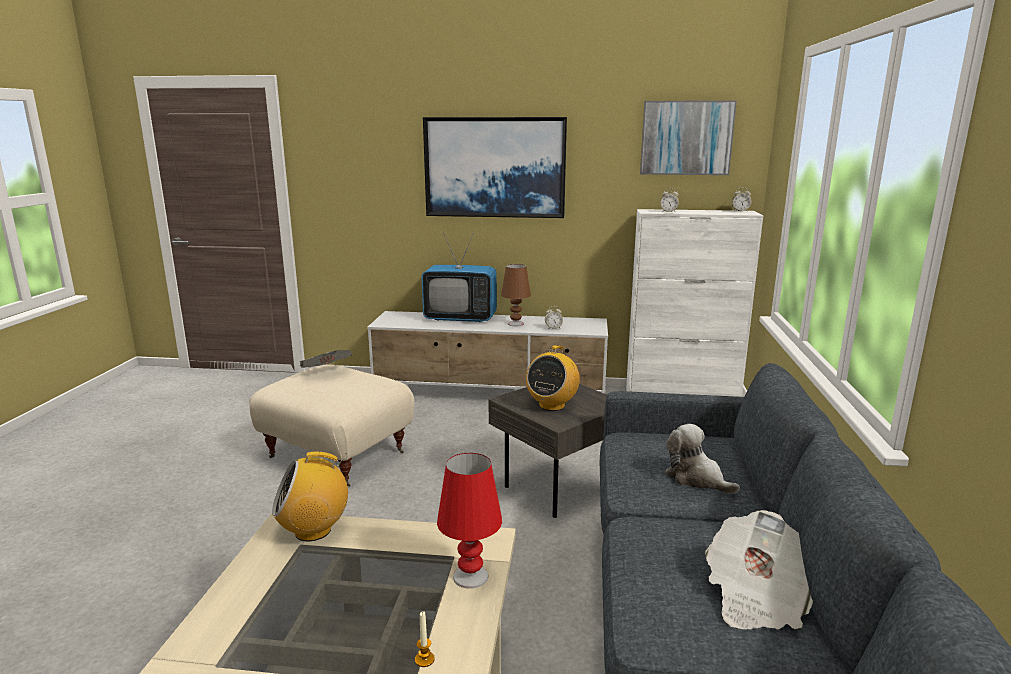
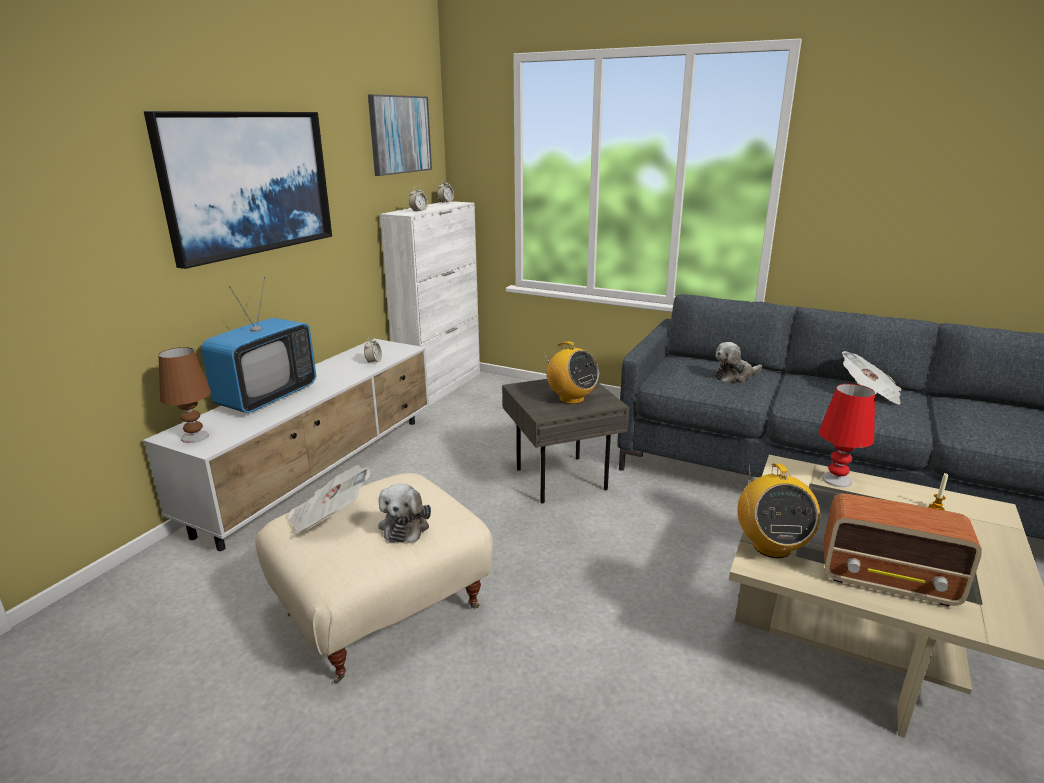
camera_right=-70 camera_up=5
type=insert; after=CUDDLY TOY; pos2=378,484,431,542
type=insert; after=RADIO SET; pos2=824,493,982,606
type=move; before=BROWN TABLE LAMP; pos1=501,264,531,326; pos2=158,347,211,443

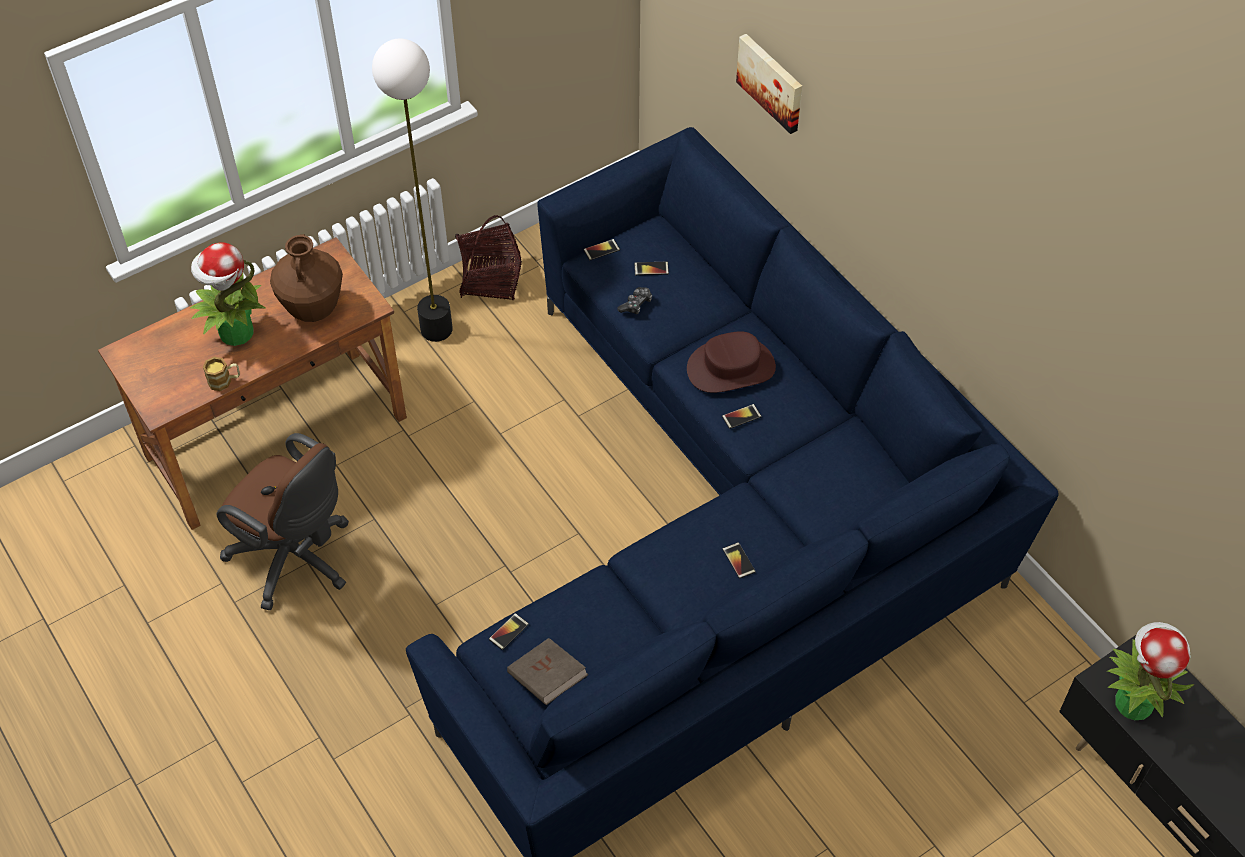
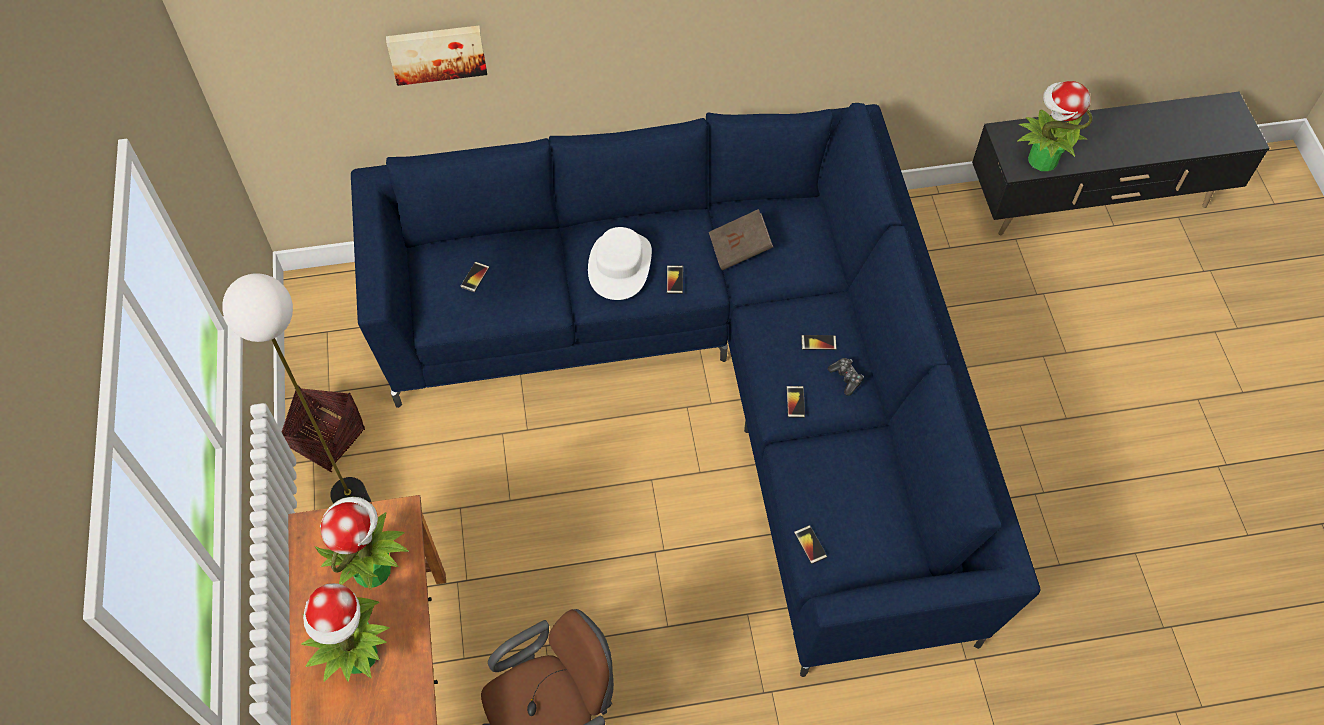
camera_right=-65 camera_up=5
type=delete; before=TEA MUG; pos1=202,357,240,391
type=move; before=BROWN BOUND BOOK; pos1=507,638,588,705; pos2=709,209,773,270
type=move; before=TELEPHONE; pos1=583,239,620,260; pos2=786,386,805,418
type=move; before=GAME CONTROLLER; pos1=617,287,652,314; pos2=828,358,864,396
type=replace; before=BROWN VASE; after=POTTED PLANT; pos1=270,234,343,322; pos2=314,497,409,590
type=recolor; before=BROWN WEARABLE HAT; after=WHITE-COLOURED WEARABLE HAT; pos1=687,331,776,393; pos2=588,227,652,300

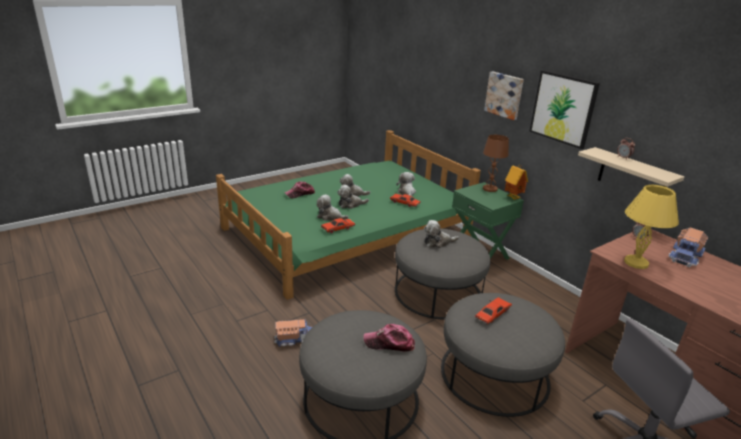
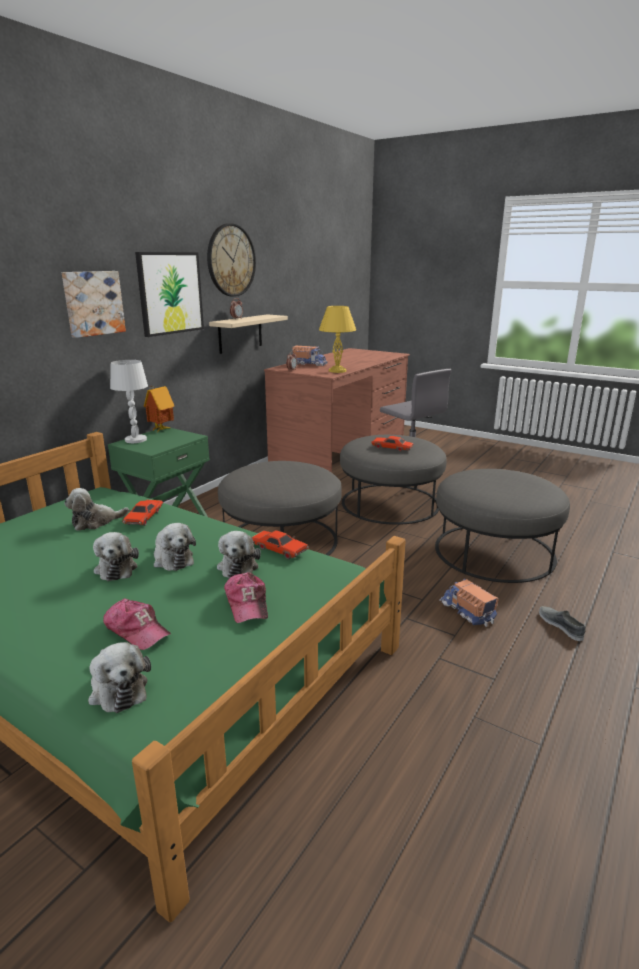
camera_right=-110 camera_up=-5
type=insert; after=HANGING CLOCK; pos2=207,223,256,297
type=insert; after=GREYISH LOW SHOE; pos2=539,606,586,641
type=move; before=PEAKED CAP; pos1=363,324,415,352; pos2=224,572,268,623
type=move; before=CUDDLY TOY; pos1=424,220,459,248; pos2=88,642,151,713
type=recolor; before=BROWN TABLE LAMP; after=WHITE-COLOURED TABLE LAMP; pos1=483,135,509,192; pos2=110,360,148,443

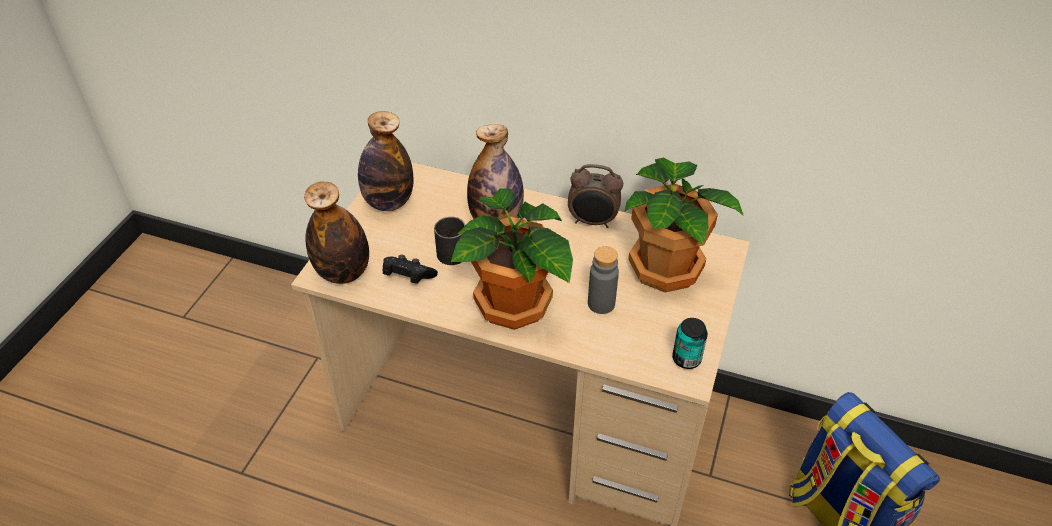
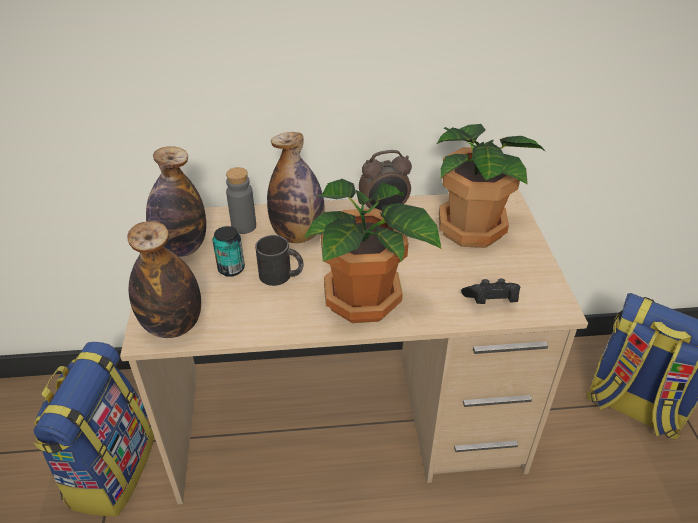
camera_right=-25 camera_up=-5
type=insert; after=KNAPSACK; pos2=33,342,154,517
type=move; before=BLACKISH GAME CONTROLLER; pos1=383,255,438,284; pos2=461,278,520,304
type=move; before=GREYISH BEVERAGE BOTTLE; pos1=588,246,619,314; pos2=226,167,256,234
type=move; before=METAL CAN; pos1=672,318,708,369; pos2=212,226,245,277

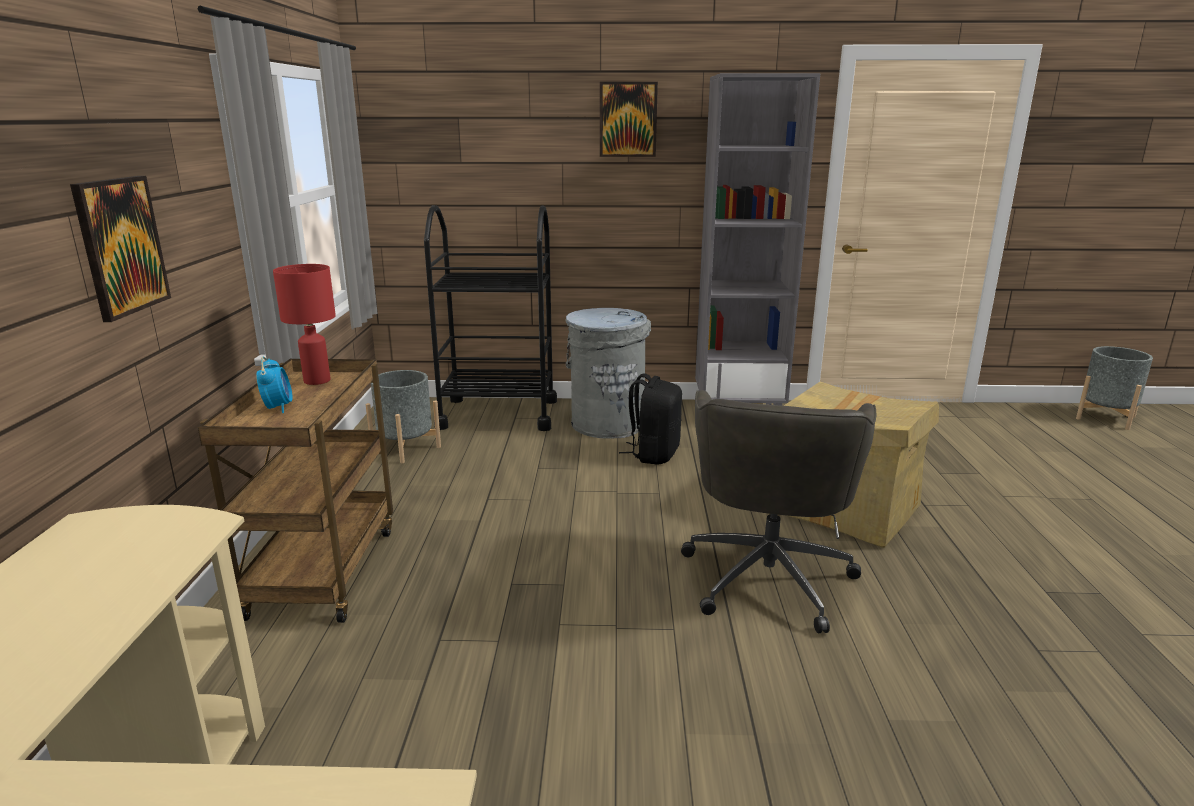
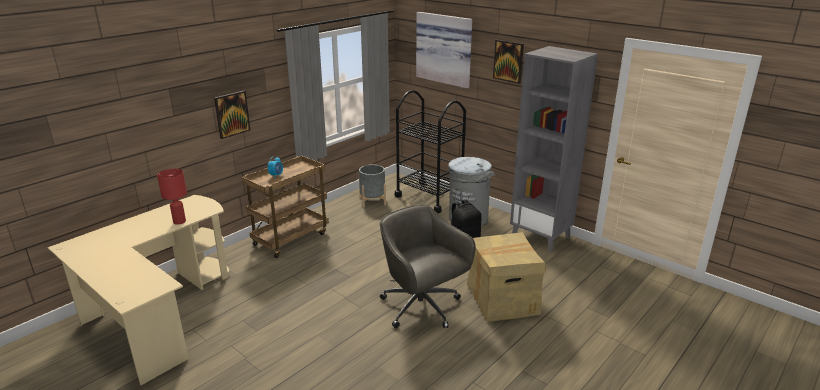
camera_right=40 camera_up=5
type=delete; before=GREYISH FLOWER POT; pos1=1076,346,1153,430
type=insert; after=WALL PICTURE; pos2=416,12,472,88
type=move; before=RED-COLOURED TABLE LAMP; pos1=273,264,336,385; pos2=157,169,187,225
type=rotate; before=GREYISH DESK CHAIR; pos1=681,390,876,633; pos2=380,205,476,328; turn=90

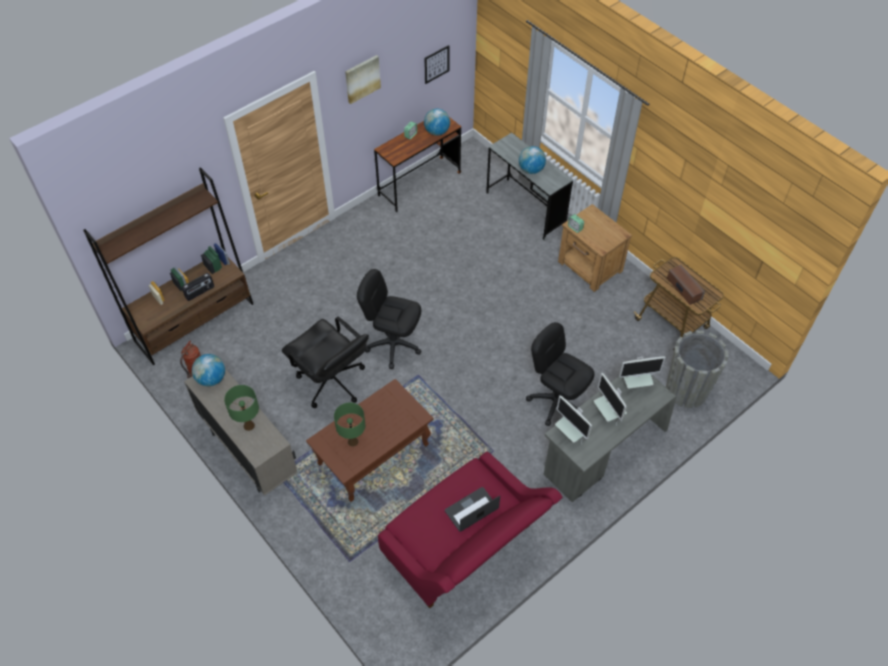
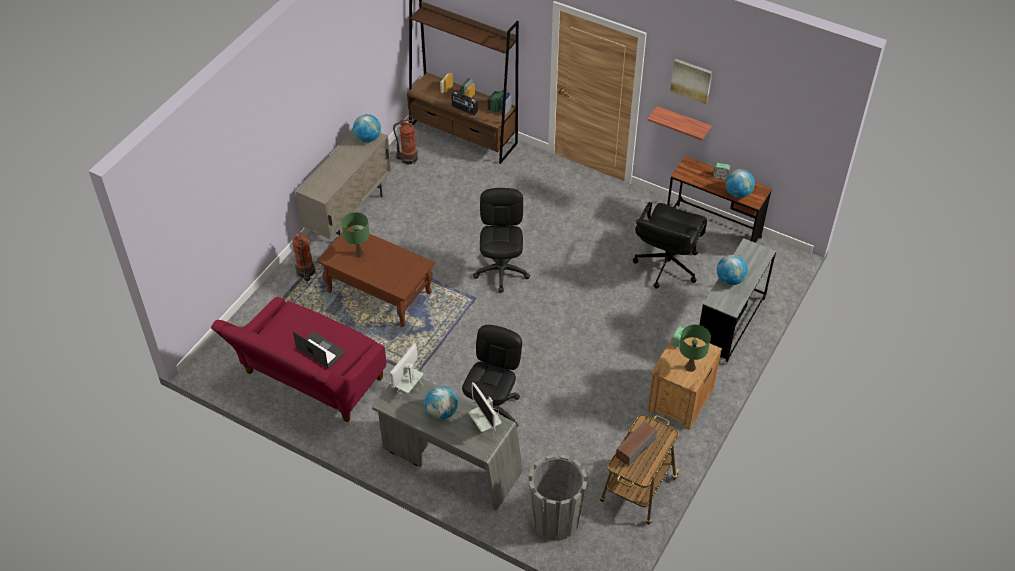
camera_right=70 camera_up=-5
type=delete; before=WALL PICTURE; pos1=424,45,450,84
type=insert; after=FIRE EXTINGUISHER; pos2=292,229,316,281
type=insert; after=SHELF; pos2=647,106,711,140
type=move; before=GREEN-COLOURED TABLE LAMP; pos1=224,385,259,431; pos2=679,325,711,372
type=move; before=BLACKISH DESK CHAIR; pos1=282,317,369,408; pos2=633,202,707,289
type=replace; before=COMPUTER SCREEN; after=GLOBE; pos1=594,373,627,426; pos2=424,386,458,420

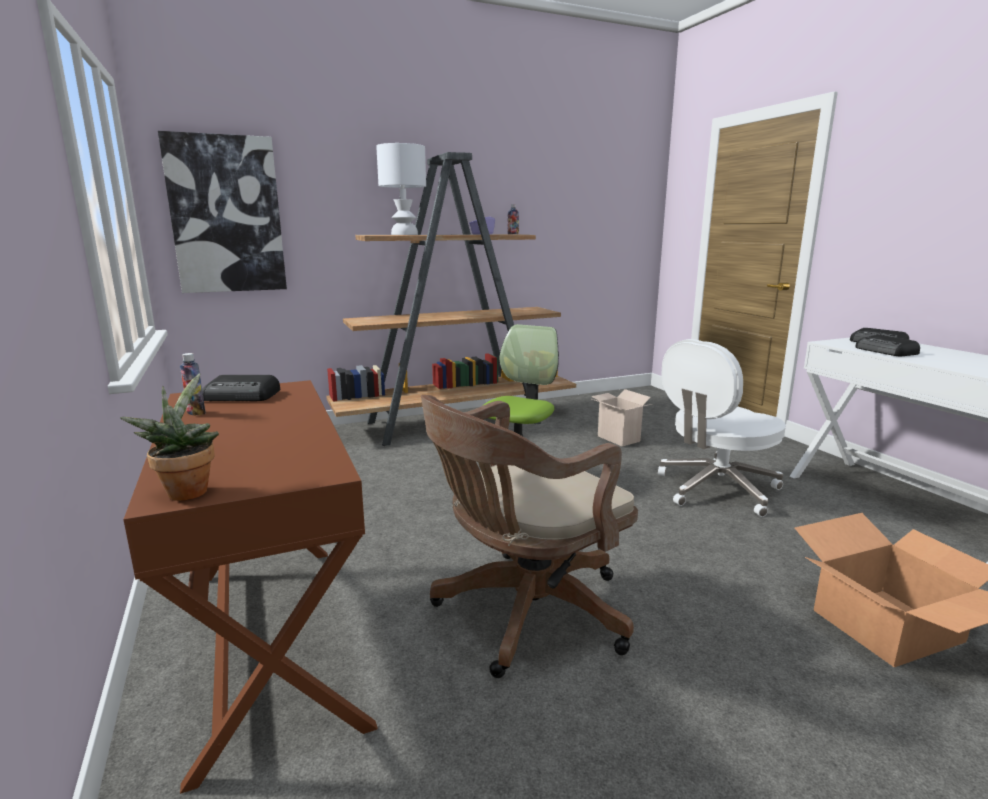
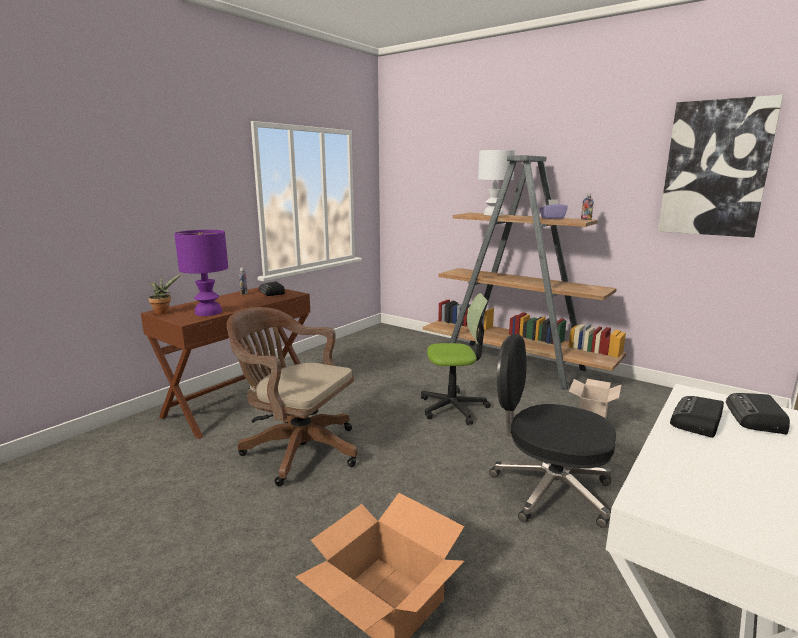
camera_right=60 camera_up=0
type=insert; after=PURPLE-COLOURED TABLE LAMP; pos2=174,230,228,316
type=move; before=WALL PICTURE; pos1=158,131,287,293; pos2=658,95,783,238
type=recolor; before=WHITE-COLOURED DESK CHAIR; after=BLACKISH DESK CHAIR; pos1=658,339,786,517; pos2=489,334,616,528

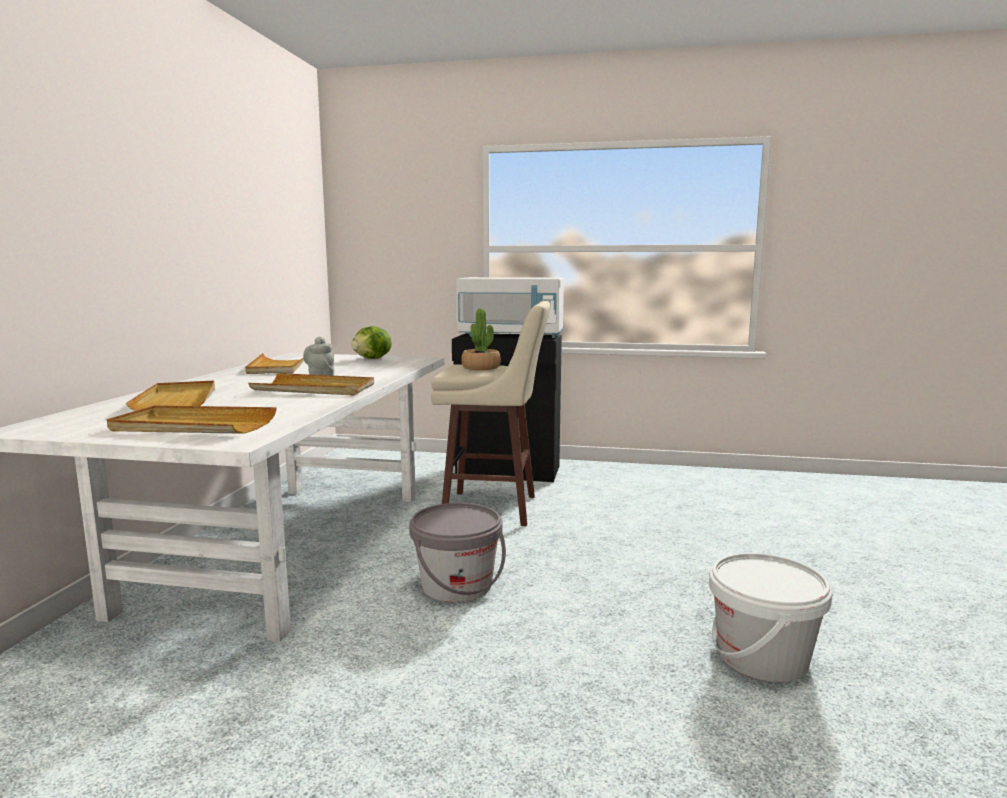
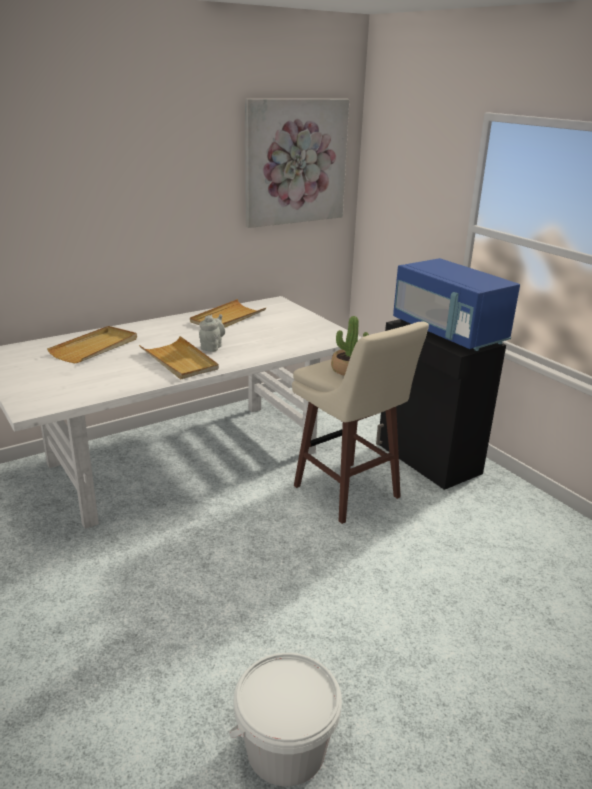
camera_right=45 camera_up=15
type=delete; before=BEIGE-COLOURED TRAY; pos1=107,405,277,434
type=delete; before=LETTUCE HEAD; pos1=351,326,392,359
type=delete; before=GREYISH PAIL; pos1=409,503,506,602
type=insert; after=WALL PICTURE; pos2=245,99,349,228
type=recolor; before=WHITE-COLOURED MICROWAVE OVEN; after=BLUE MICROWAVE OVEN; pos1=456,277,564,338; pos2=393,258,520,351

